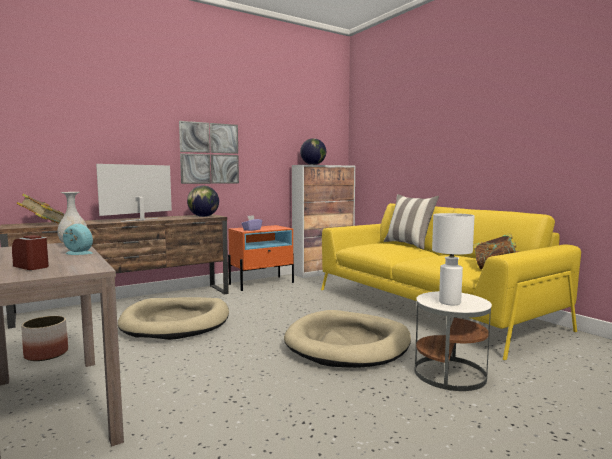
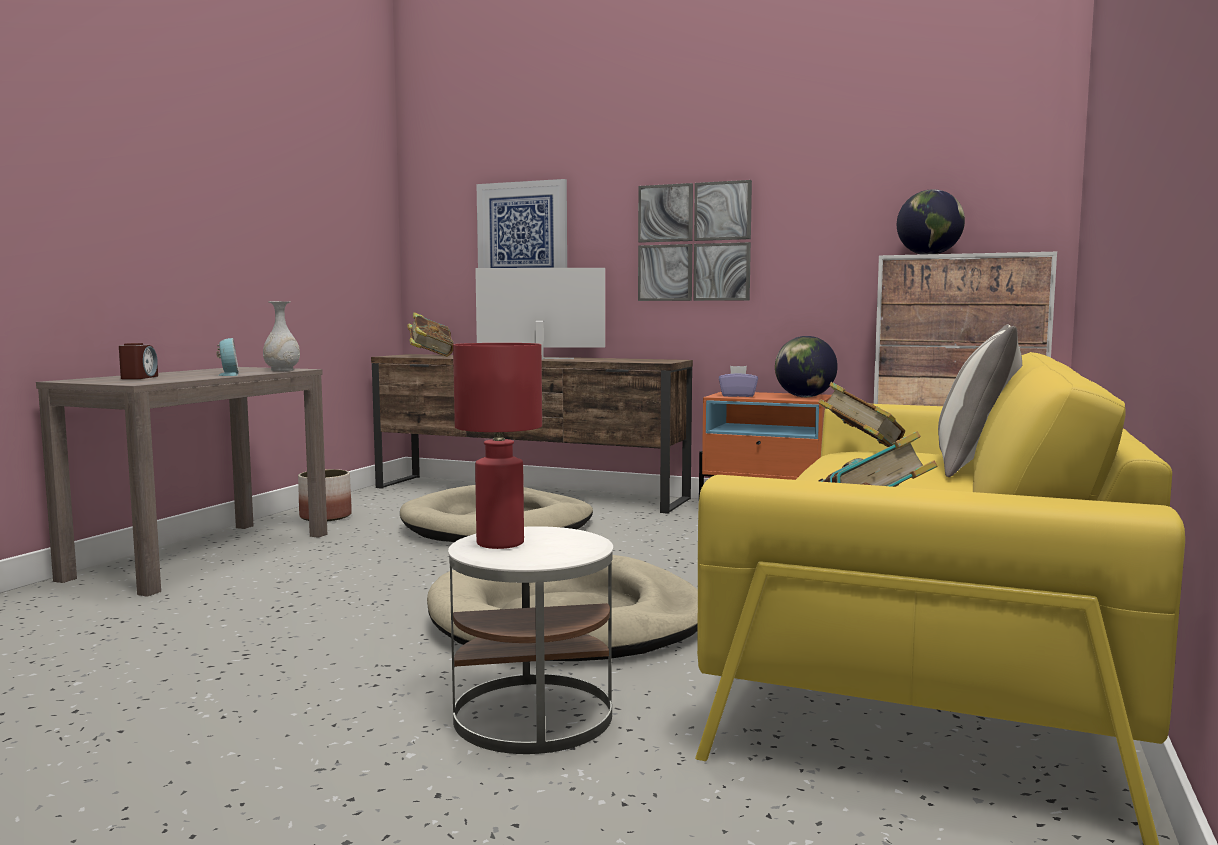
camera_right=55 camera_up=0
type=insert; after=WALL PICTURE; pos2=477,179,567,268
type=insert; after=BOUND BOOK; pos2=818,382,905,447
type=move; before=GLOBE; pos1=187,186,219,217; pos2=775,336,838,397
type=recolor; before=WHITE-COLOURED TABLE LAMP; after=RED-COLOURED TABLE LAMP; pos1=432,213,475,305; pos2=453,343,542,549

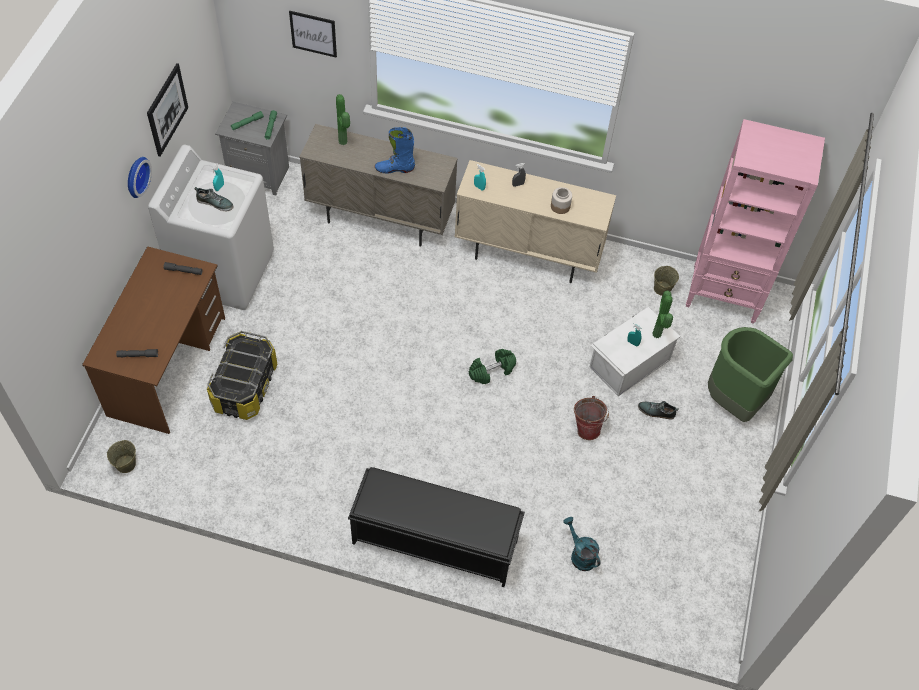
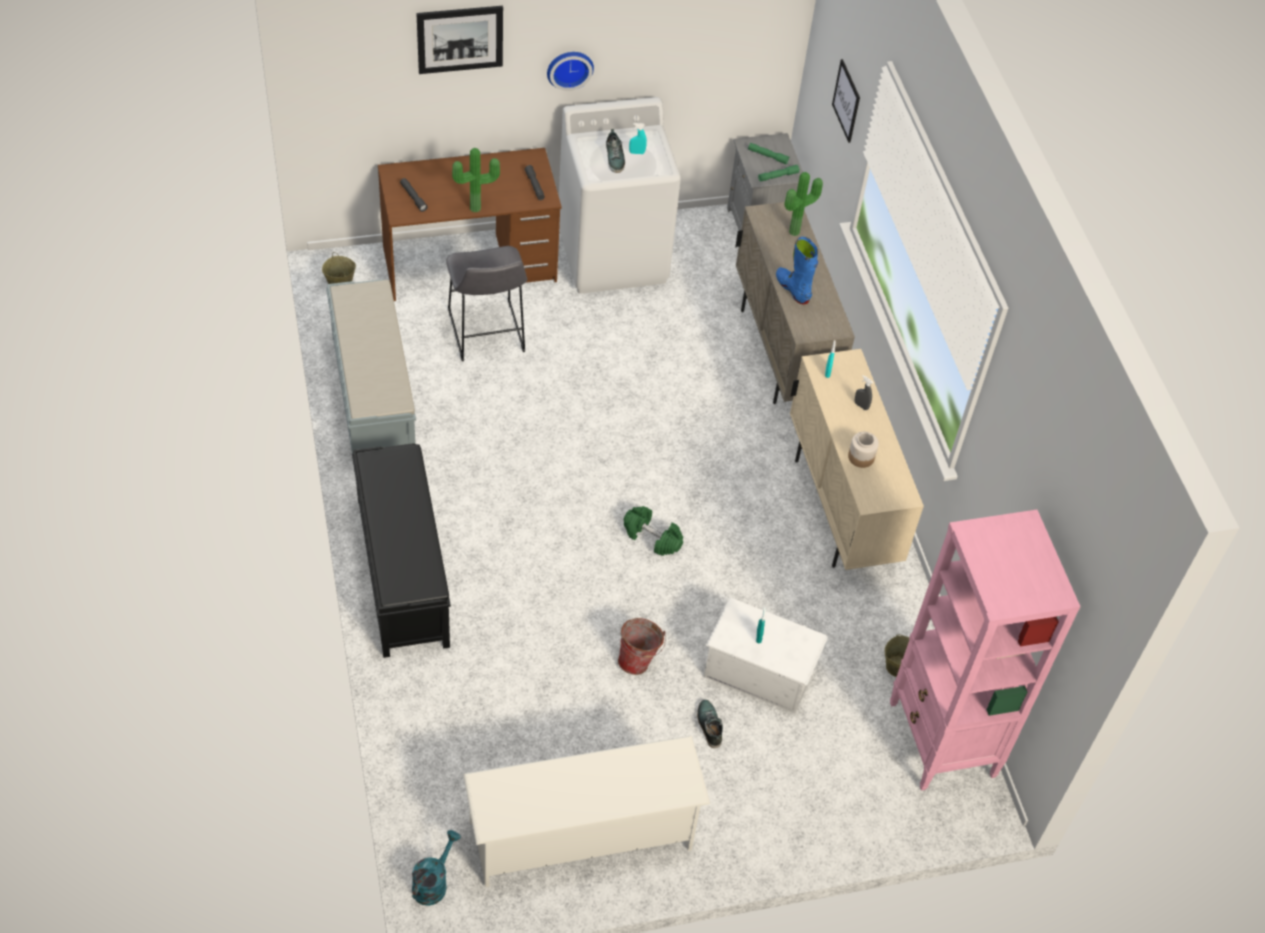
camera_right=60 camera_up=-5
type=delete; before=GREEN-COLOURED RUBBISH BIN; pos1=708,327,793,422
type=insert; after=GREYISH LONG SEAT; pos2=326,279,416,472
type=insert; after=WHITE-COLOURED SHOE RACK; pos2=463,735,710,887
type=move; before=WALL PICTURE; pos1=147,63,188,156; pos2=416,6,503,74
type=move; before=BLUE-GREEN SPRINKLING CAN; pos1=563,517,601,571; pos2=412,830,461,906
type=move; before=POTTED PLANT; pos1=652,290,673,338; pos2=452,148,500,213
type=replace; before=STORAGE BIN; after=GREYISH SITTING STOOL; pos1=207,331,277,420; pos2=446,246,527,361

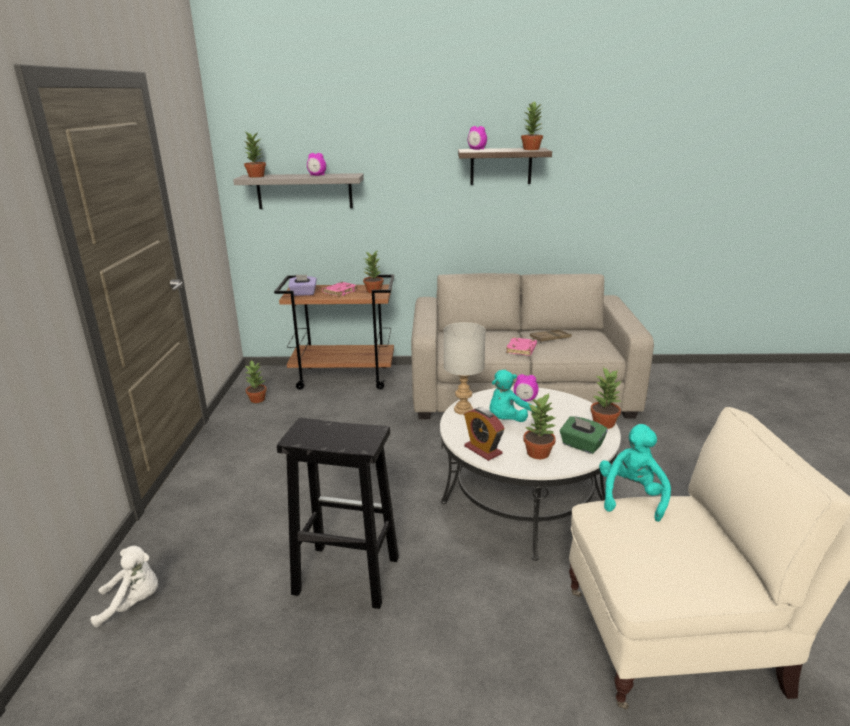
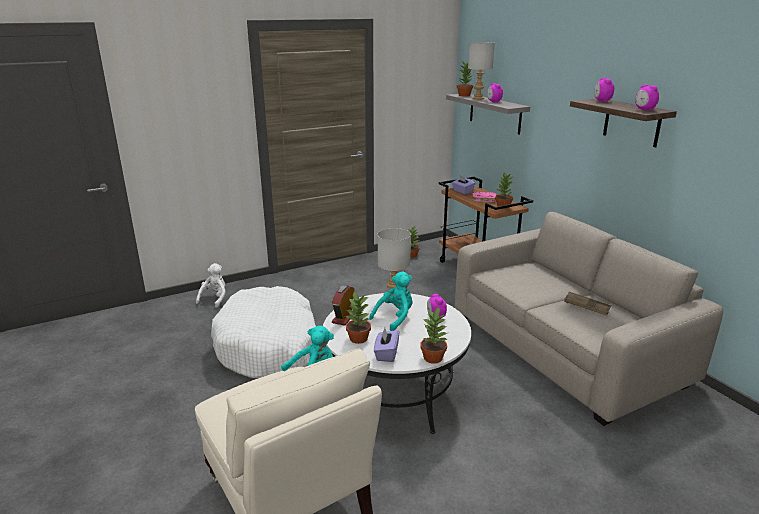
camera_right=60 camera_up=0
type=delete; before=PINK-COLOURED BOUND BOOK; pos1=506,337,537,356
type=insert; after=GREYISH TABLE LAMP; pos2=468,42,495,100
type=replace; before=BLACKISH SITTING STOOL; after=WHITE-COLOURED DOG CUSHION; pos1=277,418,399,609; pos2=211,286,316,378
type=replace; before=POTTED PLANT; after=BEDSIDE CLOCK; pos1=521,101,543,150; pos2=635,84,659,111
type=recolor; before=GREEN-COLOURED TISSUE BOX; after=PURPLE-COLOURED TISSUE BOX; pos1=560,417,608,454; pos2=374,328,399,362
type=rotate; before=WHITE-COLOURED CUDDLY TOY; pos1=90,546,158,627; pos2=196,263,226,308; turn=-120
type=rotate; before=BLUE-GREEN CUDDLY TOY; pos1=490,370,537,422; pos2=369,271,412,331; turn=120

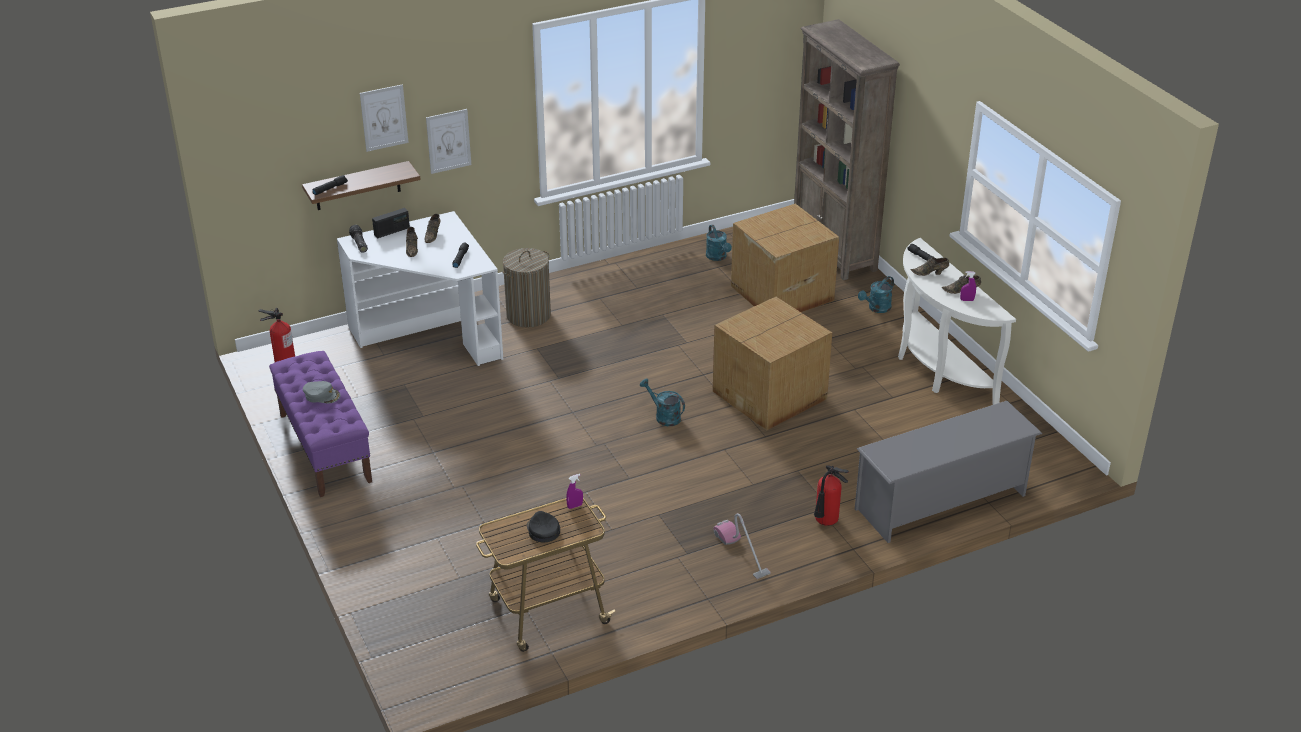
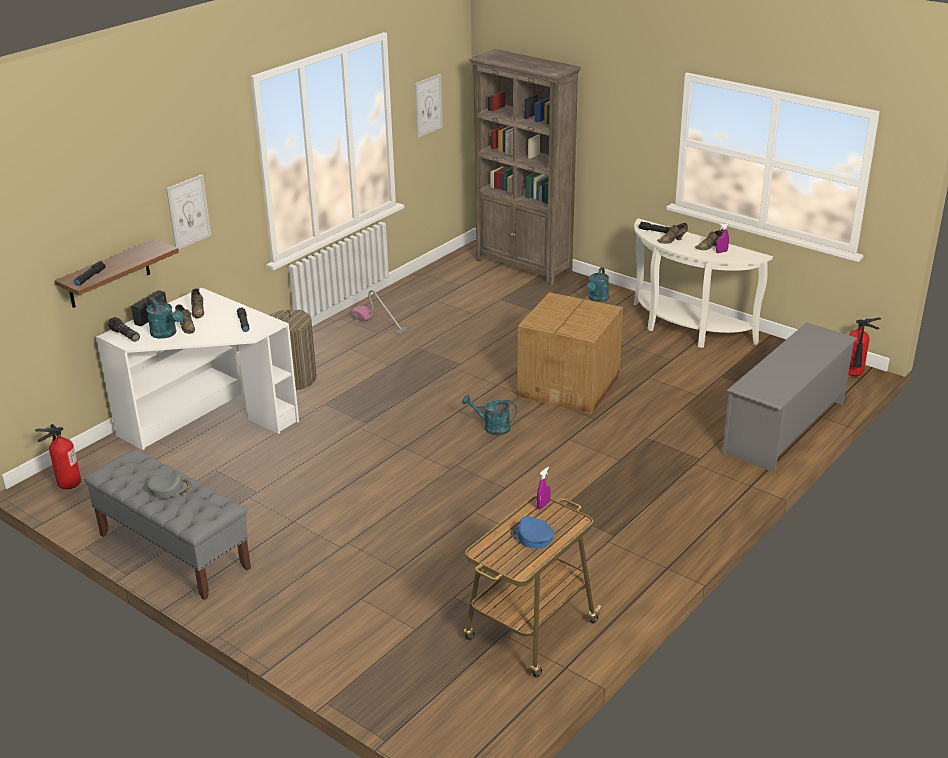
camera_right=-25 camera_up=-5
type=delete; before=CARDBOARD BOX; pos1=731,204,839,312
type=move; before=WALL PICTURE; pos1=360,84,409,152; pos2=415,74,442,137
type=move; before=BLUE-GREEN SPRINKLING CAN; pos1=706,225,732,261; pos2=146,297,184,339
type=move; before=VACUUM CLEANER; pos1=713,513,771,579; pos2=350,290,407,334
type=move; before=FIRE EXTINGUISHER; pos1=814,465,849,526; pos2=848,318,881,376
type=recolor; before=PURPLE-COLOURED LONG SEAT; after=GREYISH LONG SEAT; pos1=269,351,372,497; pos2=84,449,251,600
type=recolor; before=BLACKISH PEAKED CAP; after=BLUE PEAKED CAP; pos1=527,511,560,542; pos2=510,516,555,549

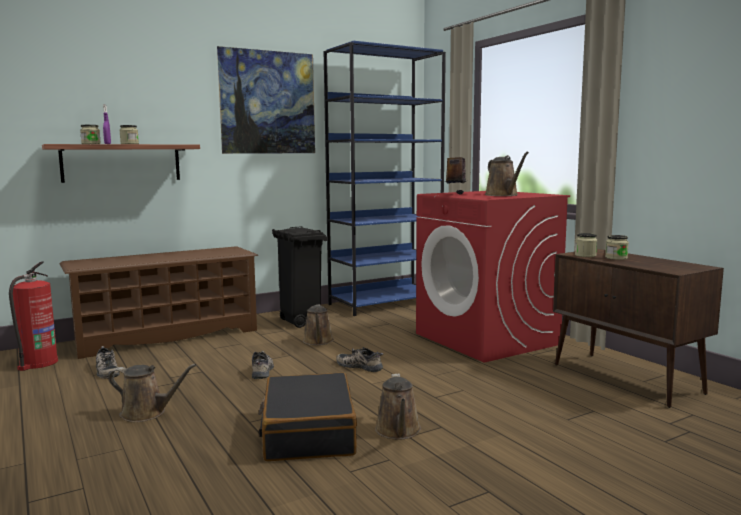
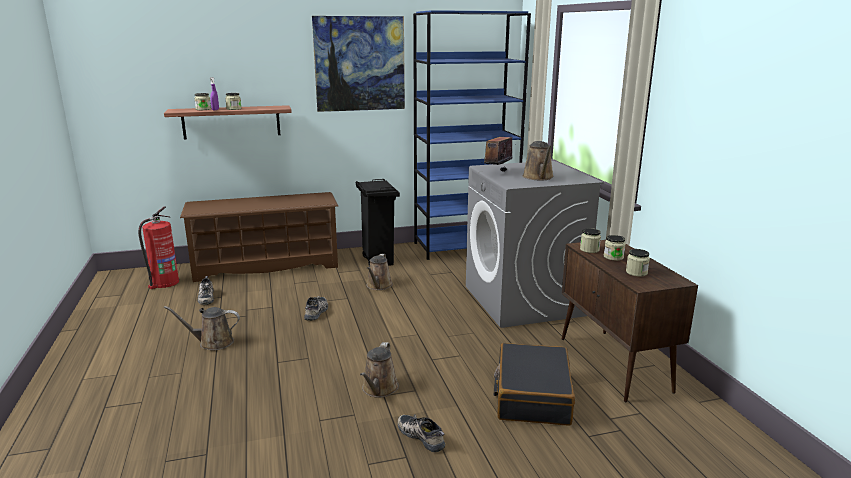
camera_right=15 camera_up=10
type=insert; after=JAR; pos2=626,249,650,277
type=move; before=BLACKISH PIECE OF LUGGAGE; pos1=258,373,357,461; pos2=494,343,575,426
type=move; before=LOW SHOE; pos1=336,347,383,372; pos2=398,414,445,452
type=recolor; before=RED-COLOURED LAUNDRY APPLIANCE; after=GREYISH LAUNDRY APPLIANCE; pos1=416,191,570,363; pos2=466,161,604,328
type=rotate; before=BROWN SPRINKLING CAN; pos1=108,364,197,422; pos2=164,306,240,350; turn=150

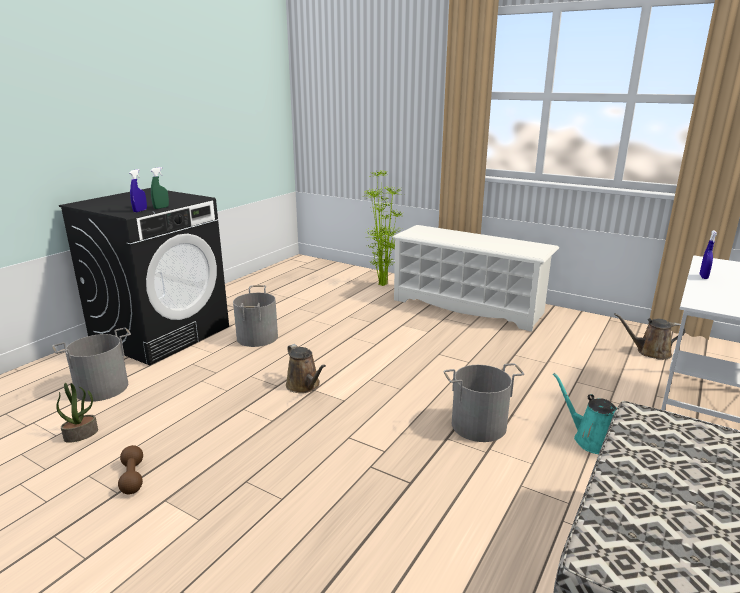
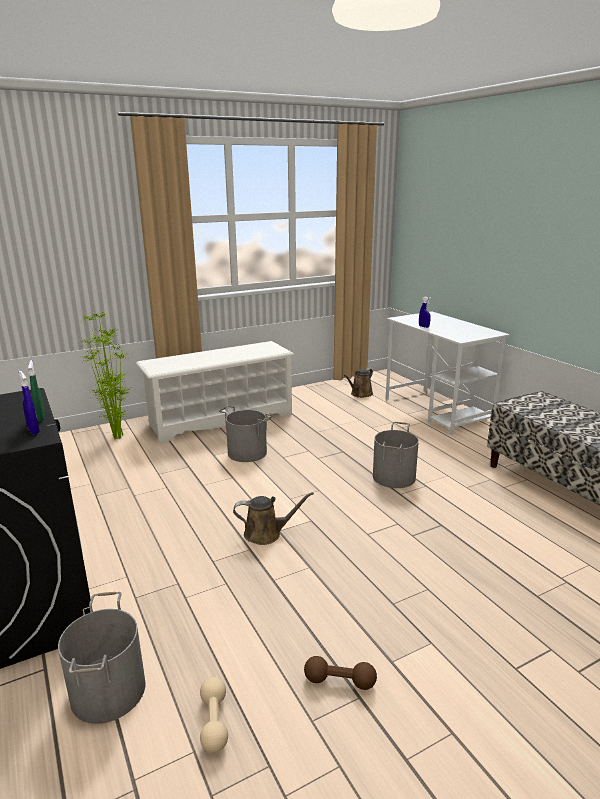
camera_right=-60 camera_up=0
type=delete; before=BLUE-GREEN SPRINKLING CAN; pos1=553,373,617,454
type=move; before=GREYISH PAIL; pos1=233,285,278,347; pos2=219,406,273,462
type=replace; before=POTTED PLANT; after=BEIGE-COLOURED HAND WEIGHT; pos1=56,383,98,443; pos2=200,677,228,753

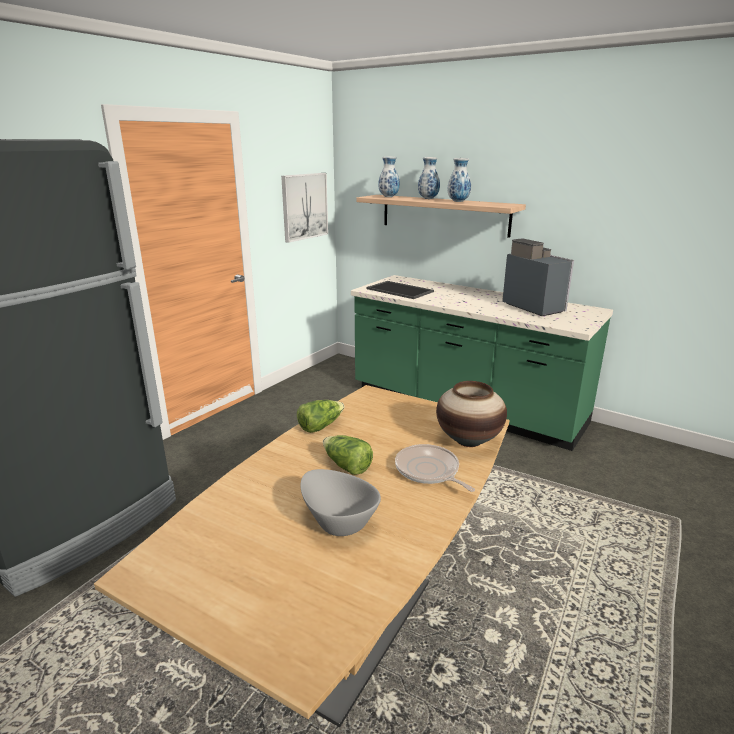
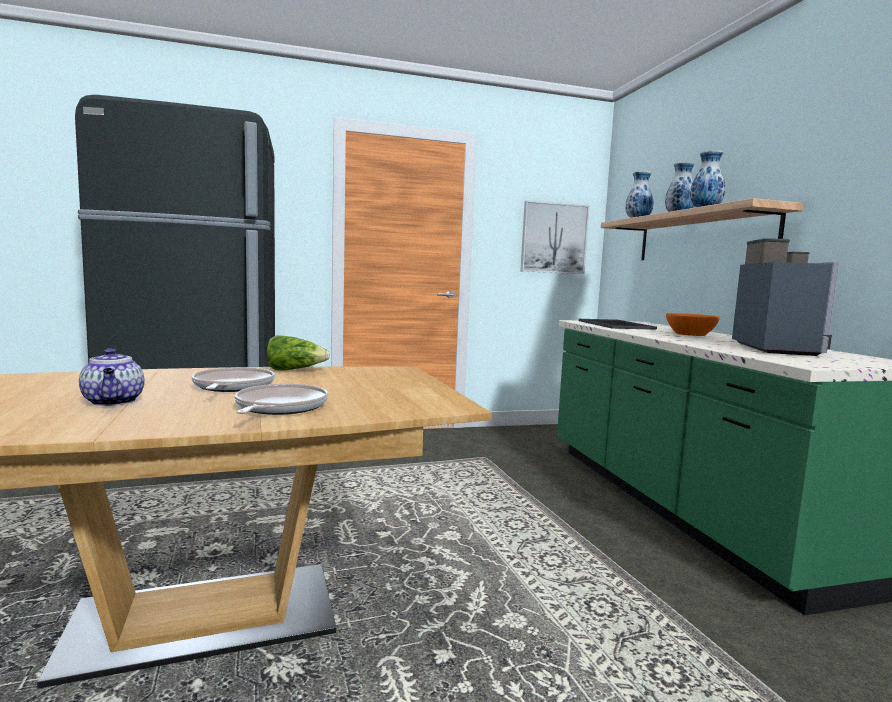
camera_right=40 camera_up=-15
type=delete; before=VASE; pos1=436,381,507,447
type=insert; after=ORANGEY BOWL; pos2=666,313,720,336
type=replace; before=GREYISH BOWL; after=TEAPOT; pos1=300,469,381,536; pos2=79,348,145,406
type=replace; before=LETTUCE HEAD; after=FRYING PAN; pos1=323,435,373,475; pos2=192,367,275,392

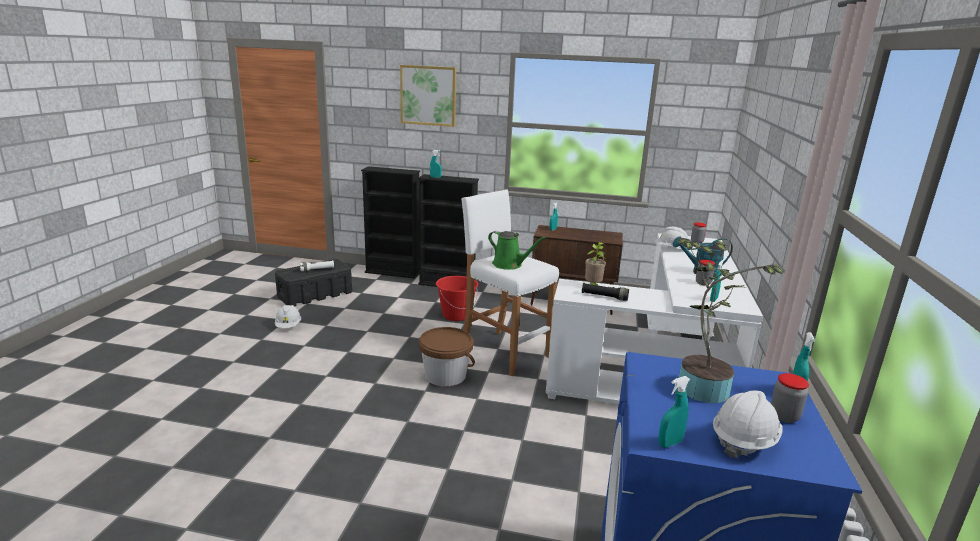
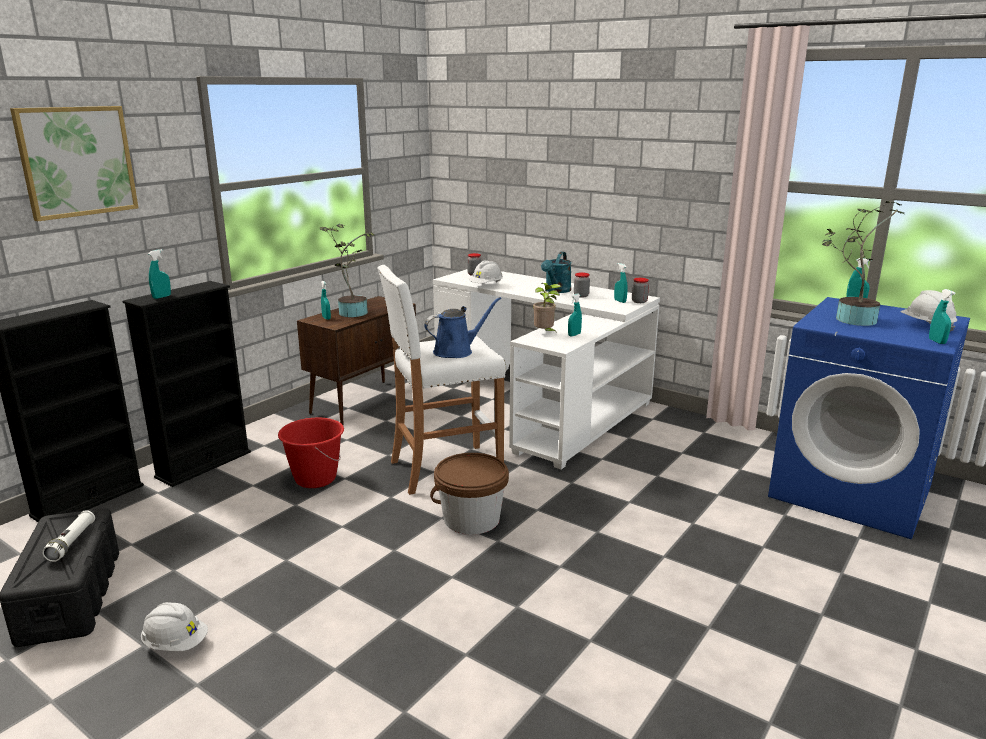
camera_right=-65 camera_up=0
type=insert; after=POTTED PLANT; pos2=320,224,375,317
type=move; before=JAR; pos1=771,373,809,423; pos2=632,278,649,303
type=replace; before=BLACKISH HAND TORCH; after=BLUE-GREEN HAND SPRAYER; pos1=582,283,629,301; pos2=568,293,582,337
type=recolor; before=GREEN-COLOURED SPRINKLING CAN; after=BLUE SPRINKLING CAN; pos1=488,231,546,270; pos2=424,297,501,358

